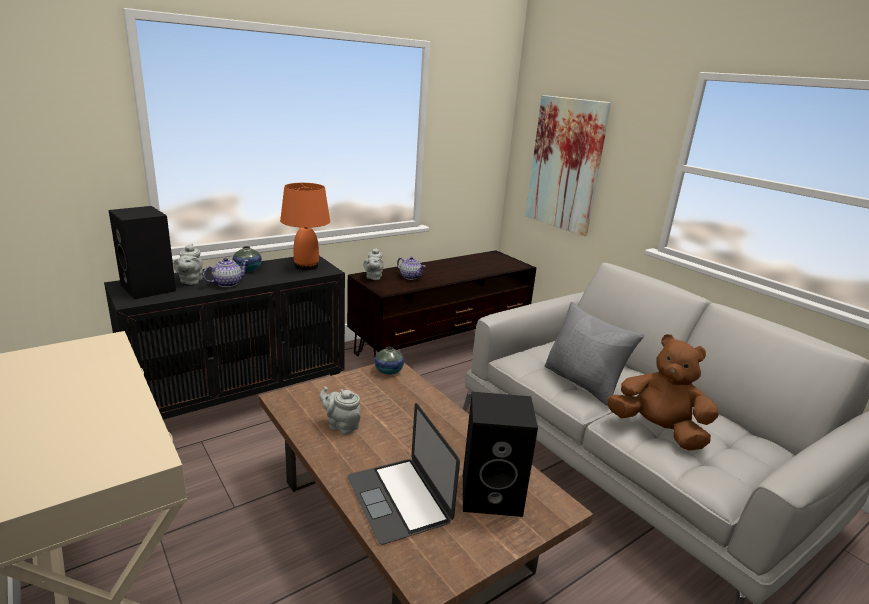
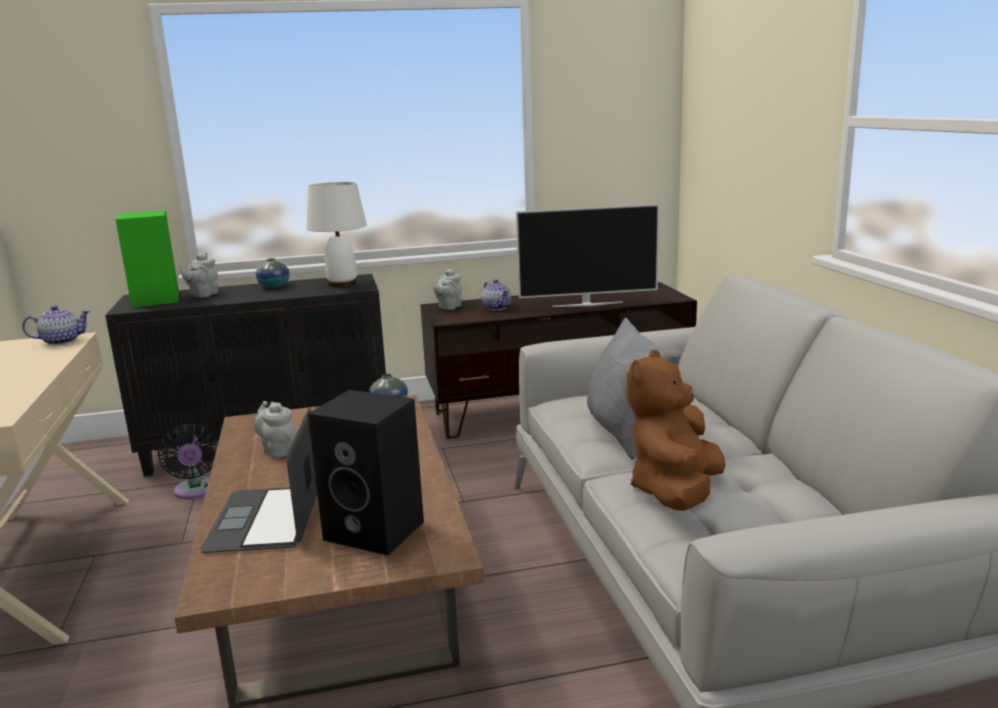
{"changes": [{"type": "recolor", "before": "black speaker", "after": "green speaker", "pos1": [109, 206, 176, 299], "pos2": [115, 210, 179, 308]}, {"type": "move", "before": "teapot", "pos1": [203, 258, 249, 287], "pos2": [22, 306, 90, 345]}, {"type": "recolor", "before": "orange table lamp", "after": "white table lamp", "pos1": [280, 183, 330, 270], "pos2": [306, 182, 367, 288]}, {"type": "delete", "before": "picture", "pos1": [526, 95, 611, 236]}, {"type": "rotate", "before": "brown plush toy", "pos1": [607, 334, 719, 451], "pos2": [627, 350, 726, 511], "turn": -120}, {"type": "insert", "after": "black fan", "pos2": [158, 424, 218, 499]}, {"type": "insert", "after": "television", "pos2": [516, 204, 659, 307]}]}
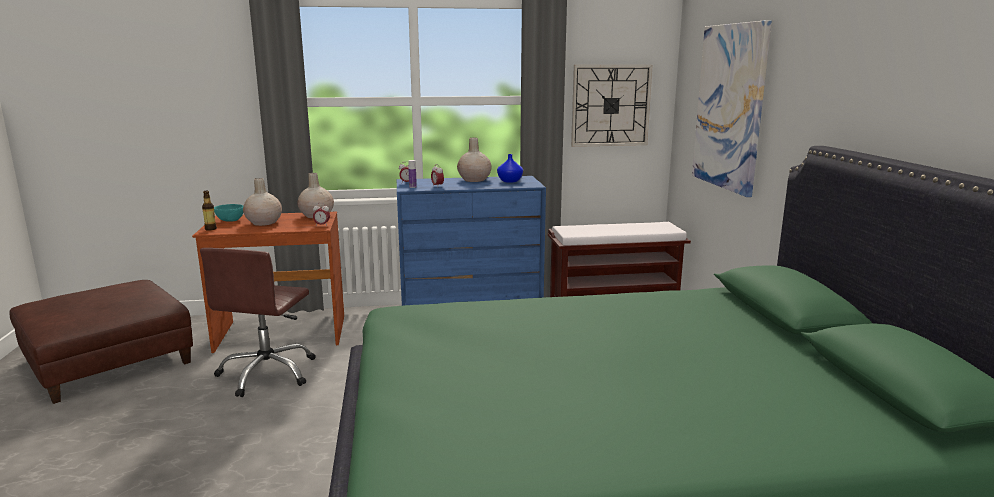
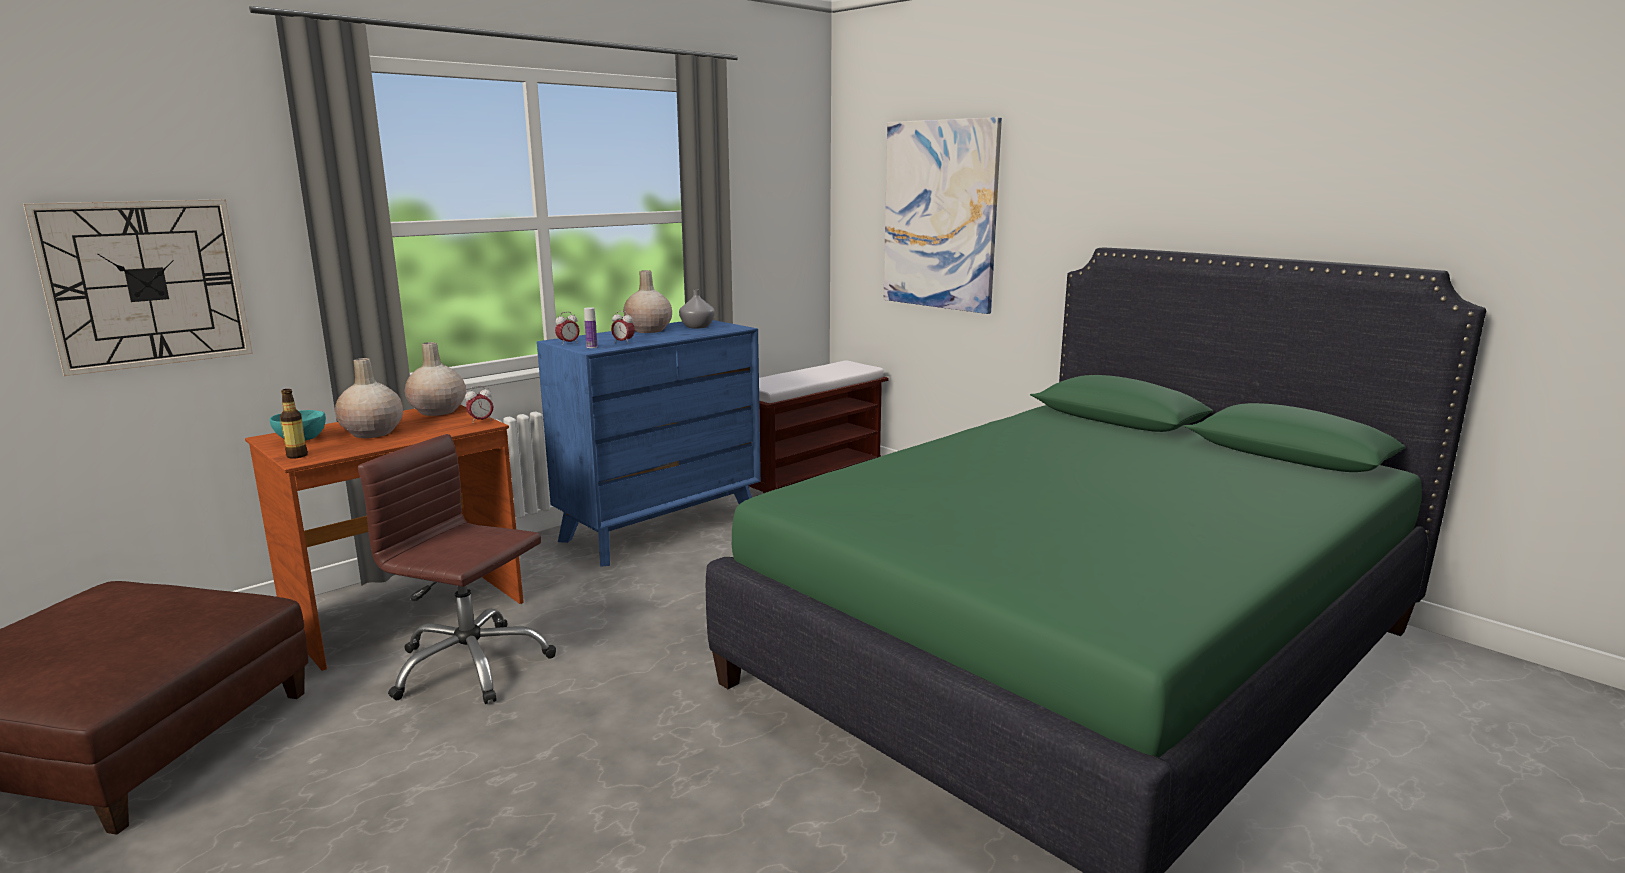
{"changes": [{"type": "rotate", "before": "brown office chair", "pos1": [200, 248, 316, 397], "pos2": [358, 434, 556, 704], "turn": 135}, {"type": "recolor", "before": "blue vase", "after": "grey vase", "pos1": [497, 154, 523, 183], "pos2": [679, 290, 715, 329]}, {"type": "move", "before": "wall clock", "pos1": [571, 65, 653, 147], "pos2": [23, 199, 253, 376]}]}
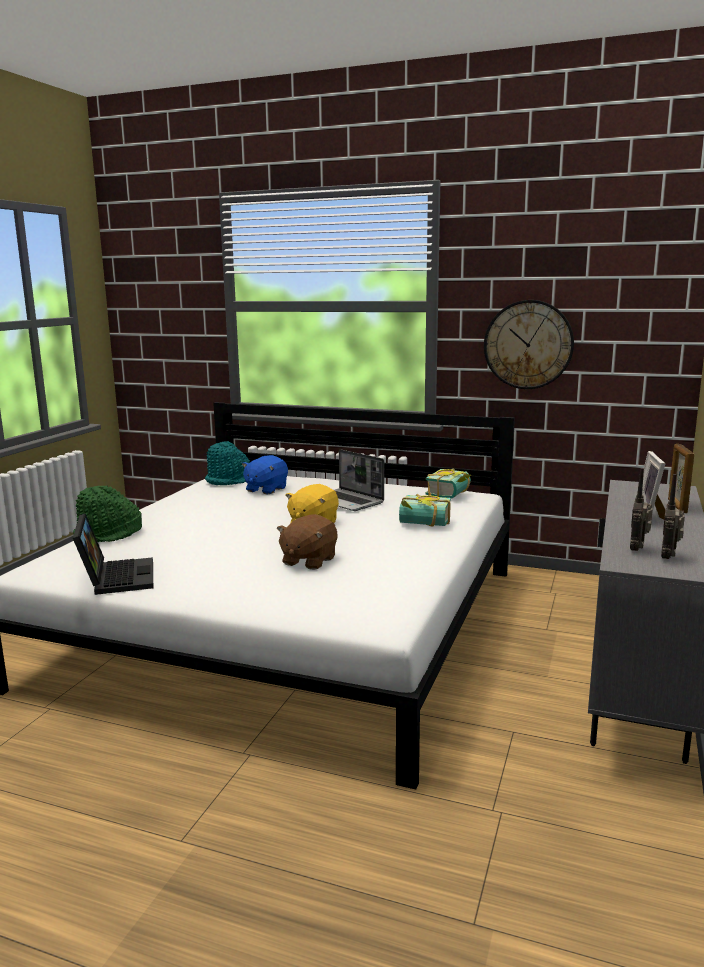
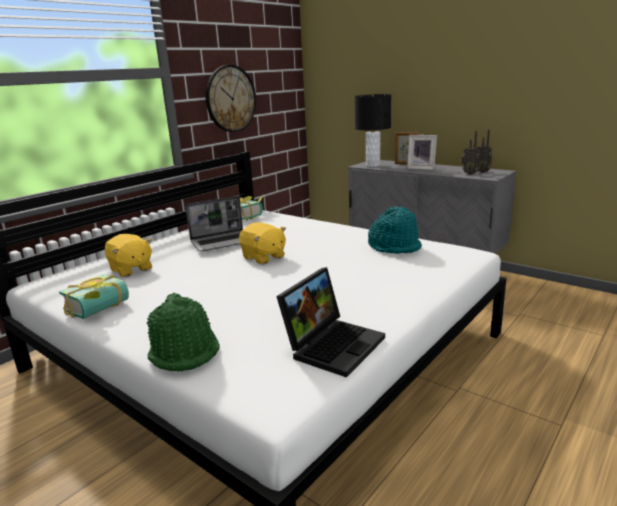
{"changes": [{"type": "rotate", "before": "laptop", "pos1": [73, 513, 153, 595], "pos2": [276, 267, 385, 378], "turn": 120}, {"type": "move", "before": "turquoise hat", "pos1": [205, 441, 250, 485], "pos2": [368, 206, 422, 254]}, {"type": "recolor", "before": "blue plush toy", "after": "yellow plush toy", "pos1": [242, 455, 288, 495], "pos2": [105, 234, 152, 277]}, {"type": "delete", "before": "brown plush toy", "pos1": [277, 514, 338, 570]}, {"type": "move", "before": "book", "pos1": [399, 494, 451, 526], "pos2": [59, 274, 129, 319]}, {"type": "insert", "after": "black table lamp", "pos2": [355, 94, 391, 167]}]}
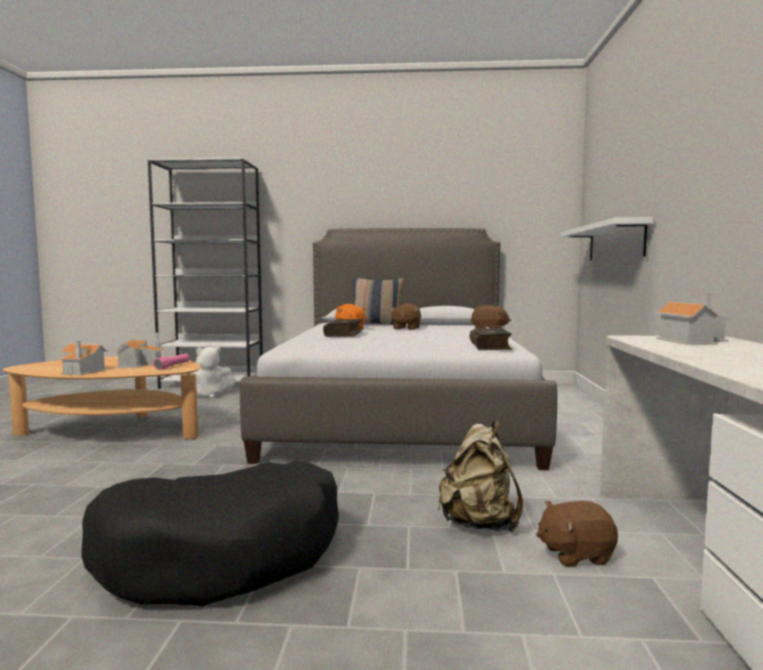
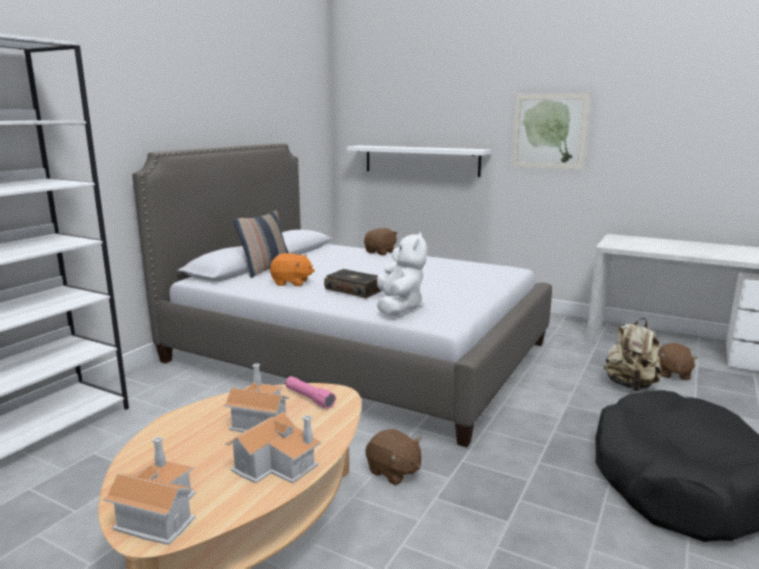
{"changes": [{"type": "move", "before": "white plush toy", "pos1": [191, 346, 236, 399], "pos2": [377, 232, 427, 316]}, {"type": "move", "before": "brown plush toy", "pos1": [390, 303, 421, 330], "pos2": [366, 429, 421, 485]}, {"type": "delete", "before": "book", "pos1": [470, 328, 512, 350]}, {"type": "move", "before": "toy house", "pos1": [654, 292, 732, 345], "pos2": [103, 437, 196, 545]}, {"type": "insert", "after": "picture", "pos2": [512, 93, 590, 170]}]}
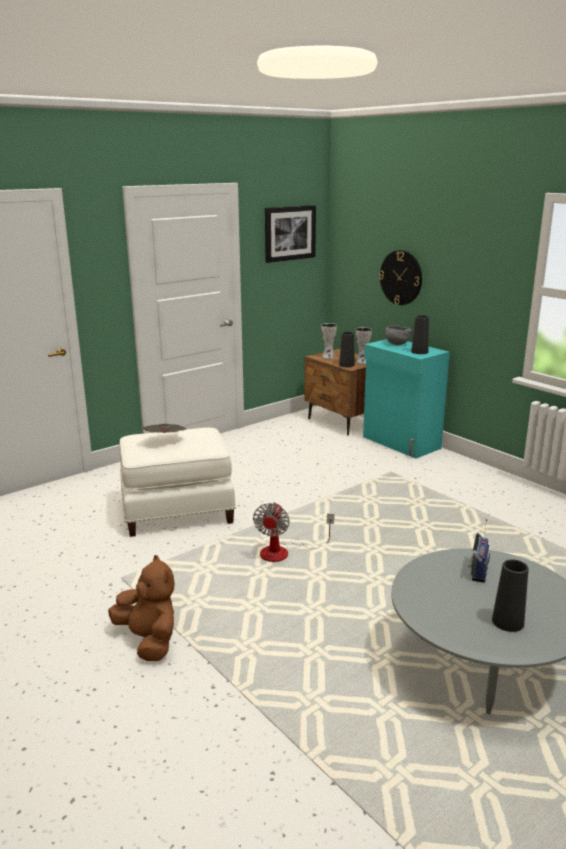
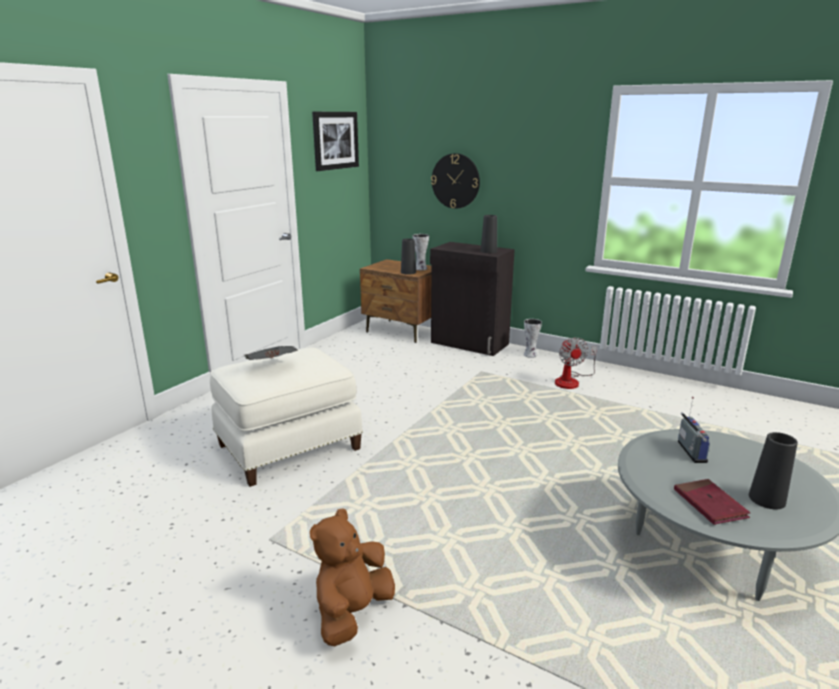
{"changes": [{"type": "rotate", "before": "brown plush toy", "pos1": [108, 555, 175, 661], "pos2": [310, 508, 395, 646], "turn": -90}, {"type": "move", "before": "fan", "pos1": [253, 502, 334, 562], "pos2": [555, 337, 597, 389]}, {"type": "move", "before": "vase", "pos1": [321, 323, 337, 359], "pos2": [524, 319, 542, 358]}, {"type": "recolor", "before": "turquoise cabinet", "after": "black cabinet", "pos1": [363, 339, 450, 459], "pos2": [430, 242, 515, 356]}, {"type": "delete", "before": "grey bowl", "pos1": [385, 325, 411, 345]}, {"type": "insert", "after": "red book", "pos2": [674, 479, 750, 525]}]}
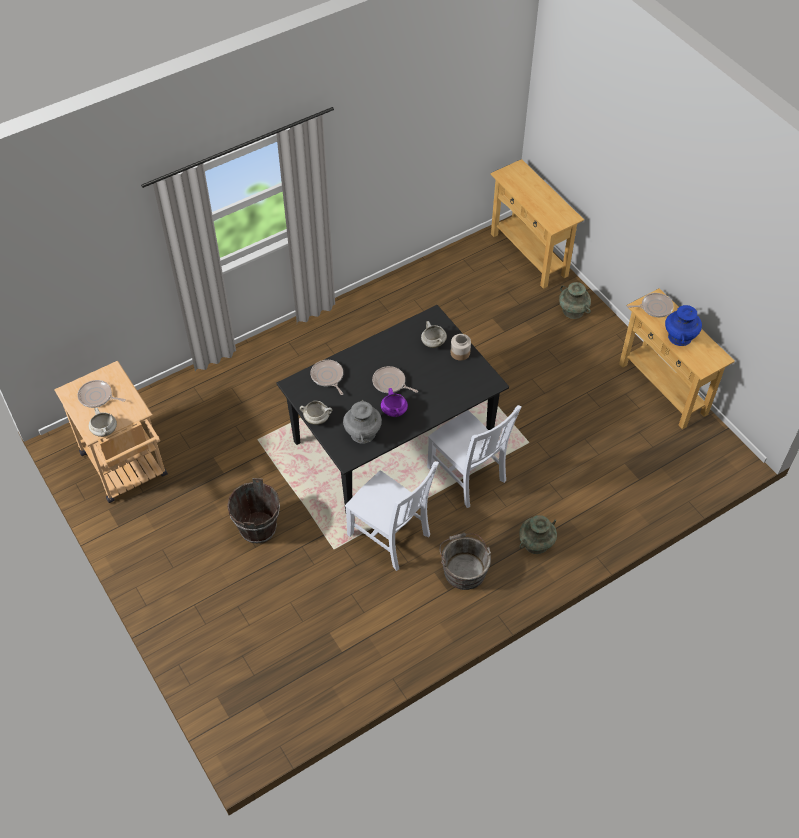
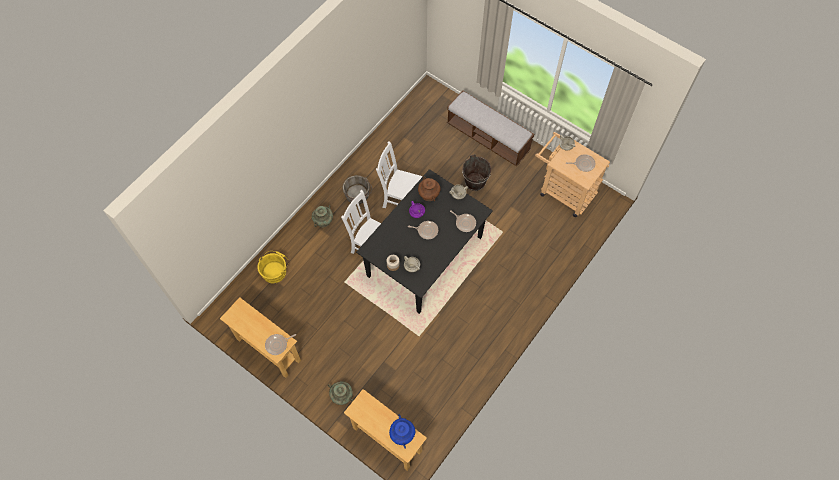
{"changes": [{"type": "recolor", "before": "grey vase", "after": "brown vase", "pos1": [343, 400, 382, 444], "pos2": [418, 176, 441, 201]}, {"type": "move", "before": "blue vase", "pos1": [665, 305, 702, 346], "pos2": [389, 414, 416, 449]}, {"type": "insert", "after": "yellow bucket", "pos2": [257, 251, 289, 283]}, {"type": "insert", "after": "bench", "pos2": [447, 90, 534, 166]}]}
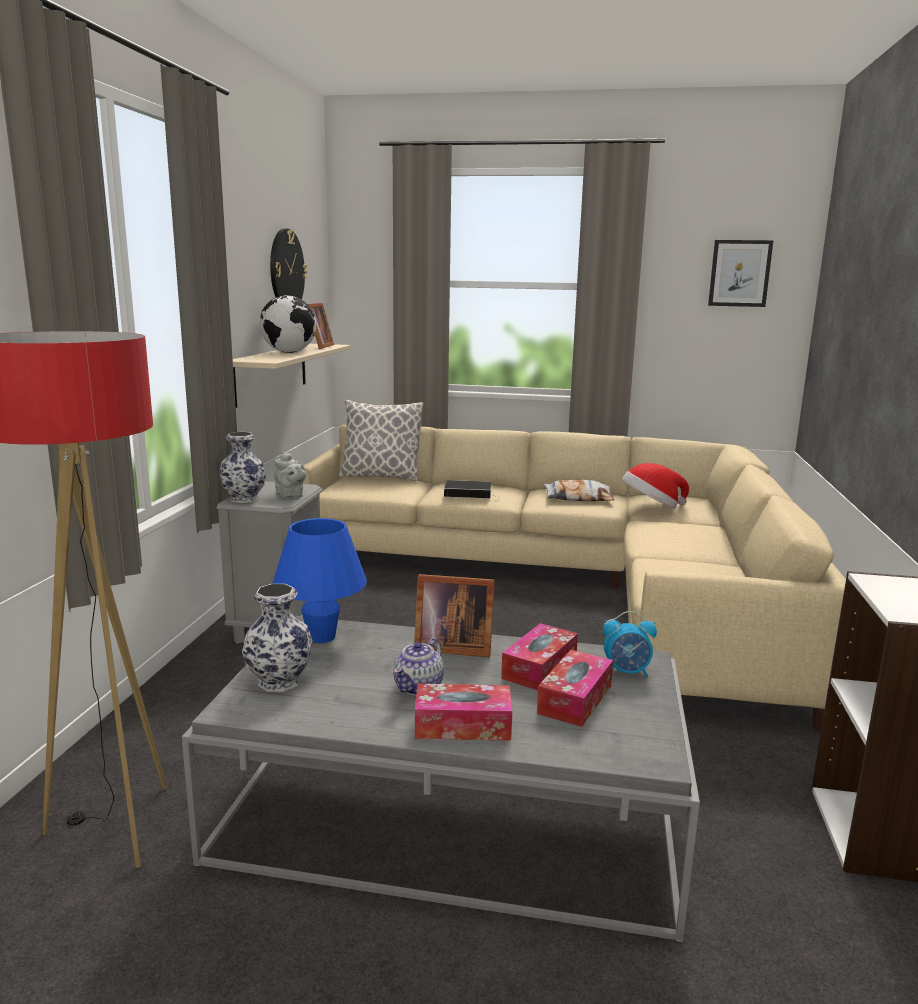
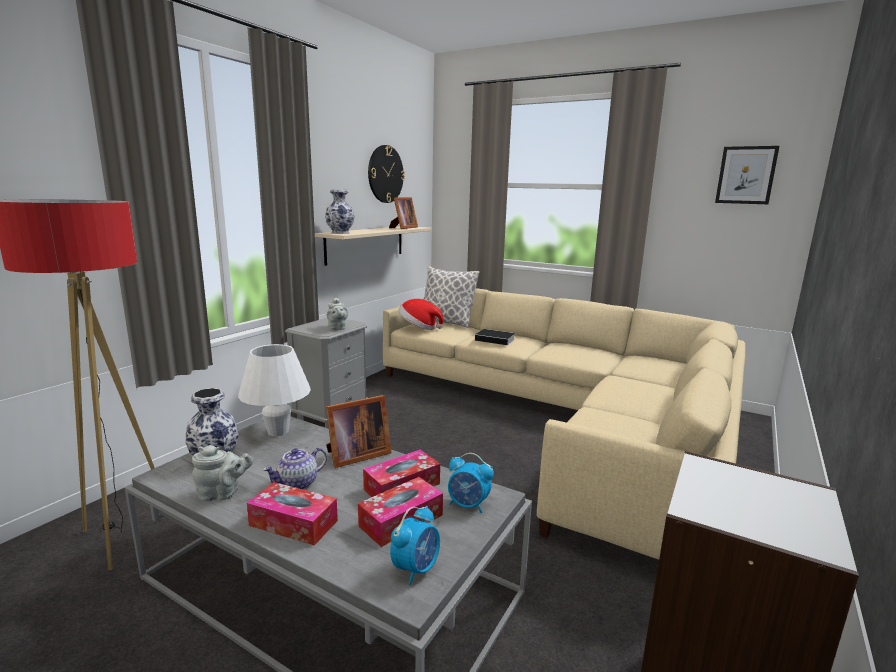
{"changes": [{"type": "move", "before": "vase", "pos1": [219, 432, 266, 503], "pos2": [325, 189, 354, 234]}, {"type": "delete", "before": "globe", "pos1": [259, 295, 316, 353]}, {"type": "recolor", "before": "blue table lamp", "after": "white table lamp", "pos1": [272, 518, 367, 643], "pos2": [238, 344, 311, 436]}, {"type": "rotate", "before": "picture frame", "pos1": [414, 574, 495, 657], "pos2": [326, 395, 392, 468], "turn": -60}, {"type": "delete", "before": "pillow", "pos1": [543, 480, 614, 501]}, {"type": "move", "before": "hat", "pos1": [622, 463, 689, 509], "pos2": [399, 299, 443, 330]}, {"type": "insert", "after": "grey teapot", "pos2": [192, 445, 253, 502]}, {"type": "insert", "after": "alarm clock", "pos2": [390, 506, 440, 585]}]}
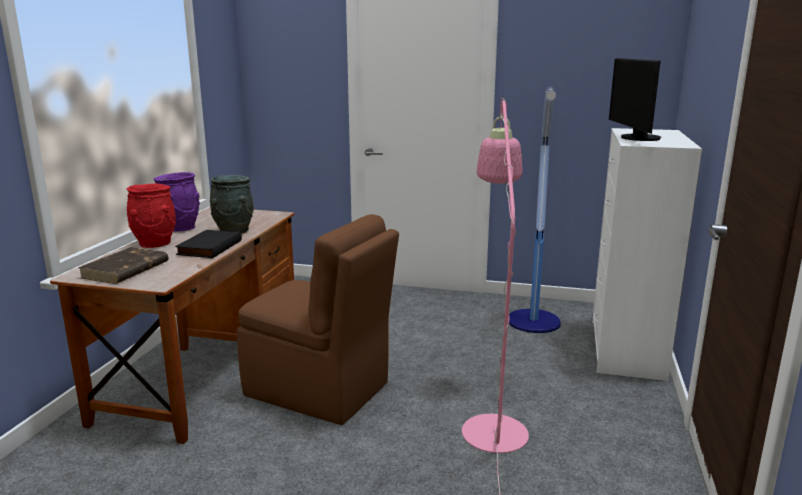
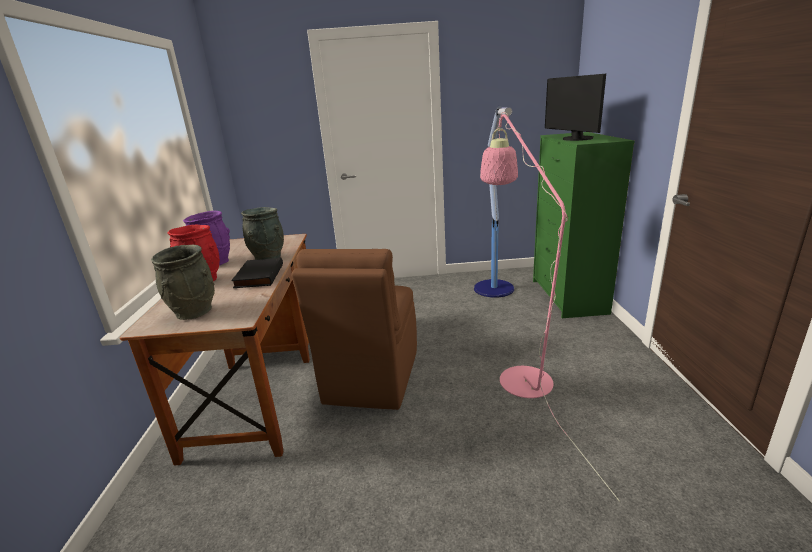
{"changes": [{"type": "replace", "before": "brown book", "after": "grey vase", "pos1": [78, 247, 169, 284], "pos2": [151, 245, 215, 320]}, {"type": "rotate", "before": "brown chair", "pos1": [237, 214, 399, 425], "pos2": [292, 249, 417, 410], "turn": 90}, {"type": "recolor", "before": "white dresser", "after": "green dresser", "pos1": [592, 128, 702, 381], "pos2": [533, 132, 635, 318]}]}
